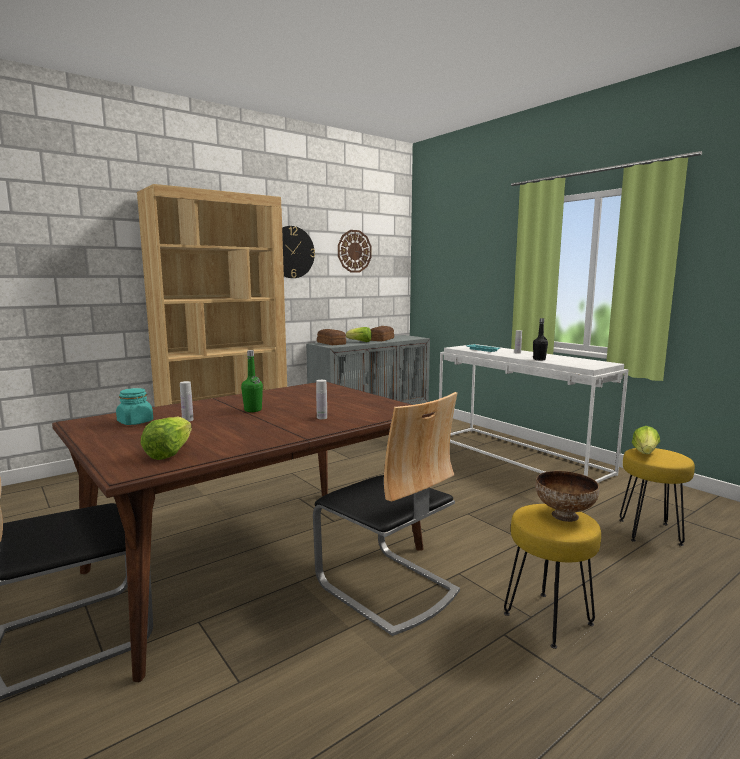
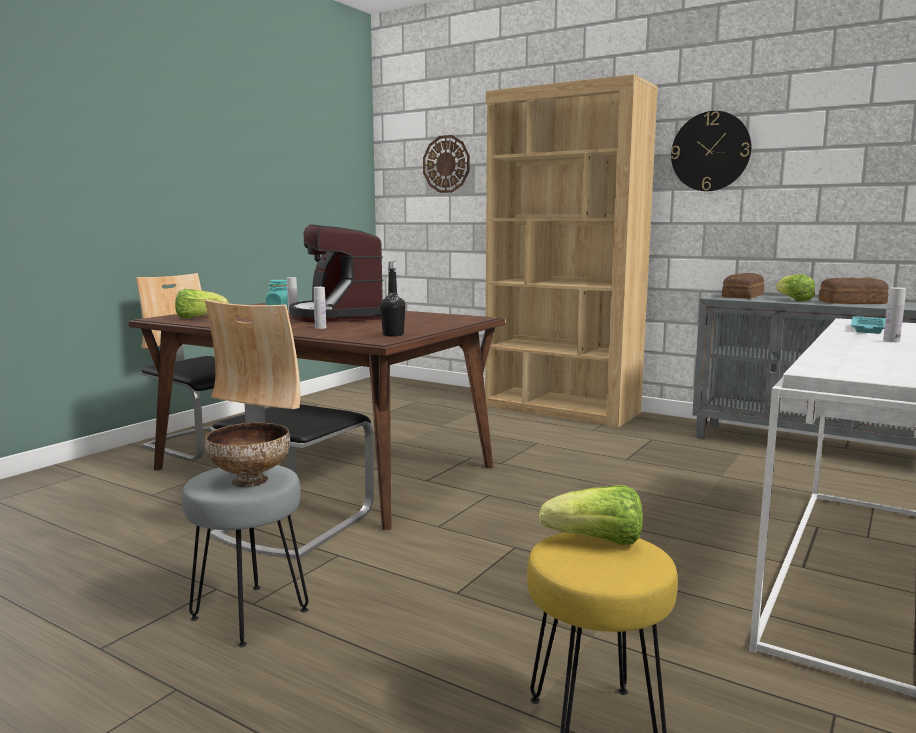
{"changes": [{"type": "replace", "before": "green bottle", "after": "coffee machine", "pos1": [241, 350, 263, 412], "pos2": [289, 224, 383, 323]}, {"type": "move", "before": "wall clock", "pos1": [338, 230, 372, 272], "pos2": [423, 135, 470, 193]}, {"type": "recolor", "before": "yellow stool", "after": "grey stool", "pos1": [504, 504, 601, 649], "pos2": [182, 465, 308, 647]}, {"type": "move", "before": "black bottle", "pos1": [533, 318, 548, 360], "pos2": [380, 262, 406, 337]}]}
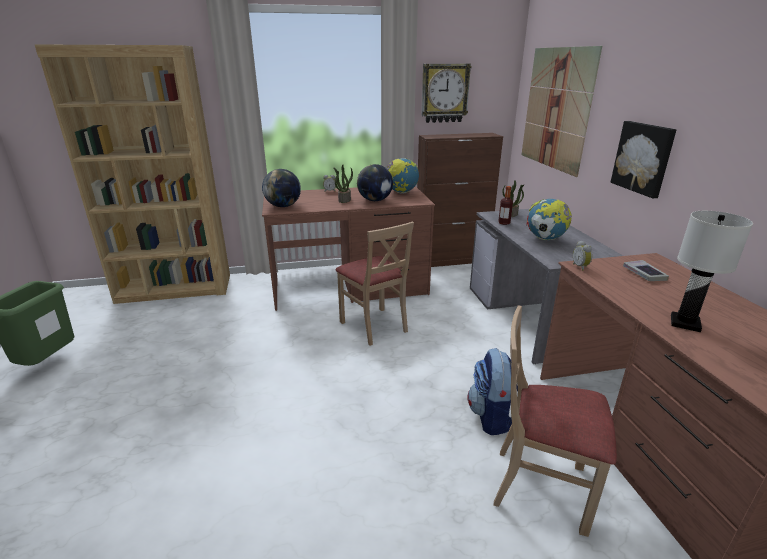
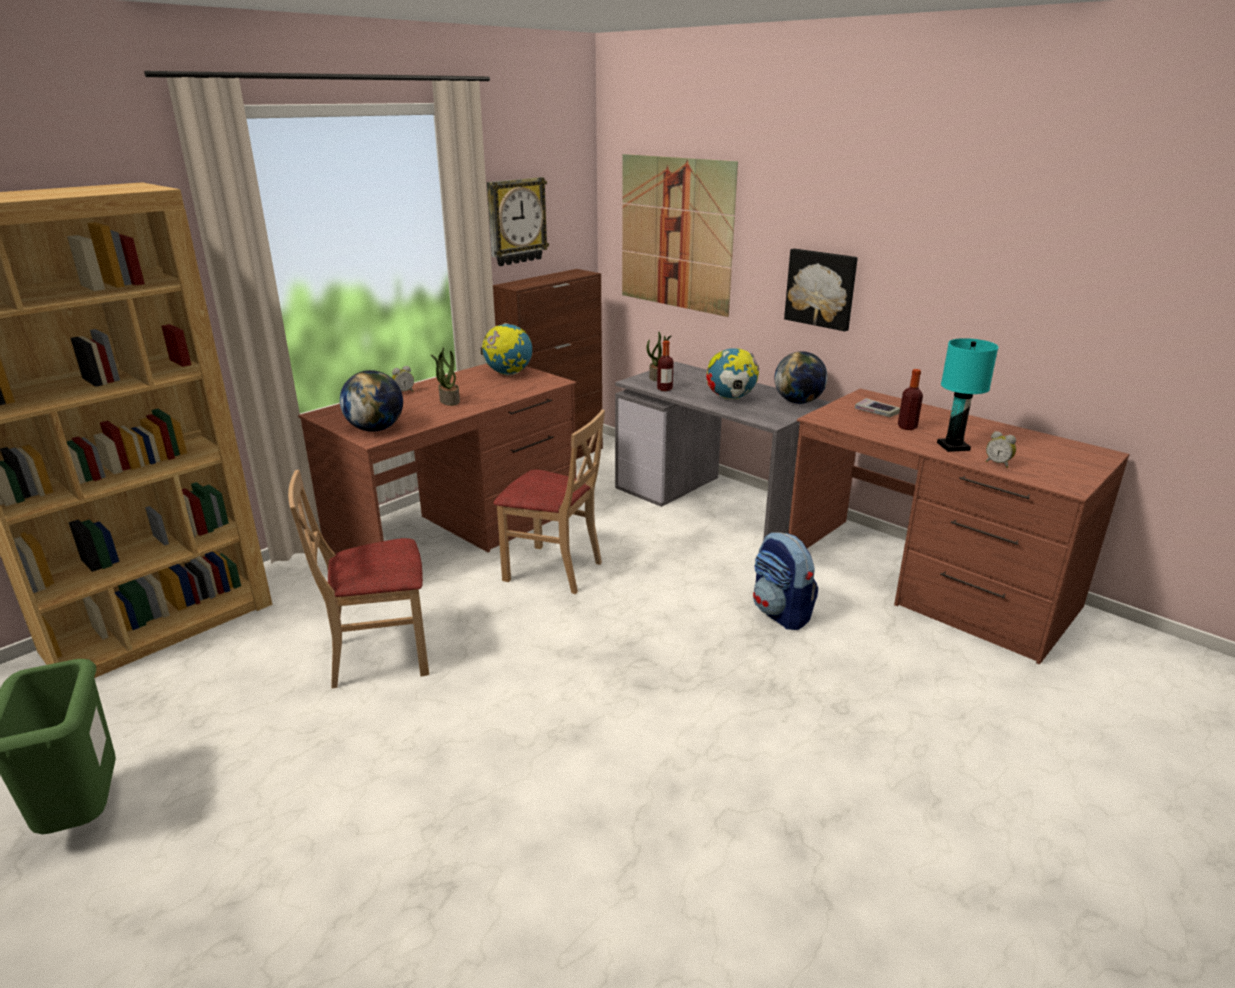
{"changes": [{"type": "move", "before": "globe", "pos1": [357, 164, 393, 201], "pos2": [775, 351, 828, 404]}, {"type": "move", "before": "beige chair", "pos1": [493, 306, 617, 537], "pos2": [288, 470, 429, 689]}, {"type": "move", "before": "alarm clock", "pos1": [573, 241, 592, 271], "pos2": [986, 431, 1016, 468]}, {"type": "recolor", "before": "white table lamp", "after": "turquoise table lamp", "pos1": [671, 211, 753, 332], "pos2": [937, 338, 998, 452]}, {"type": "insert", "after": "bottle", "pos2": [898, 369, 923, 430]}]}
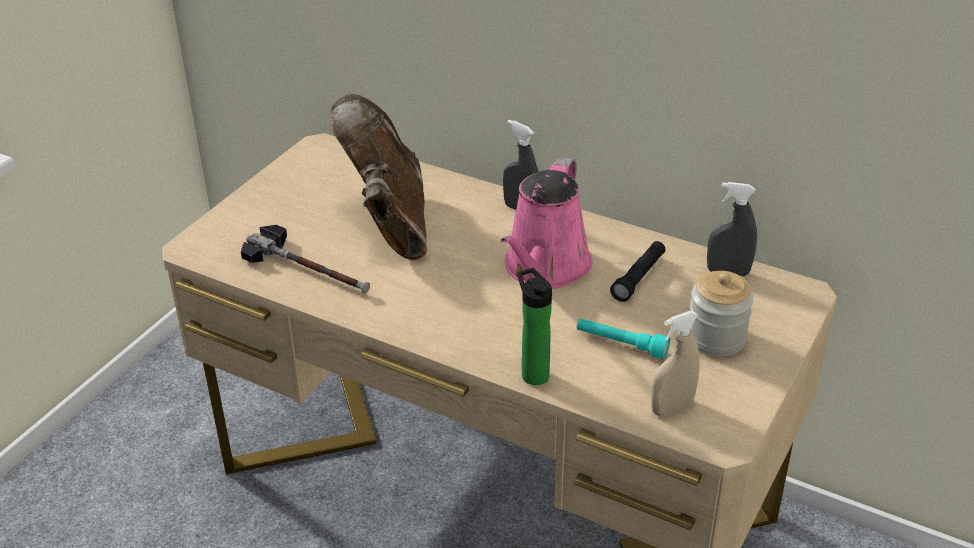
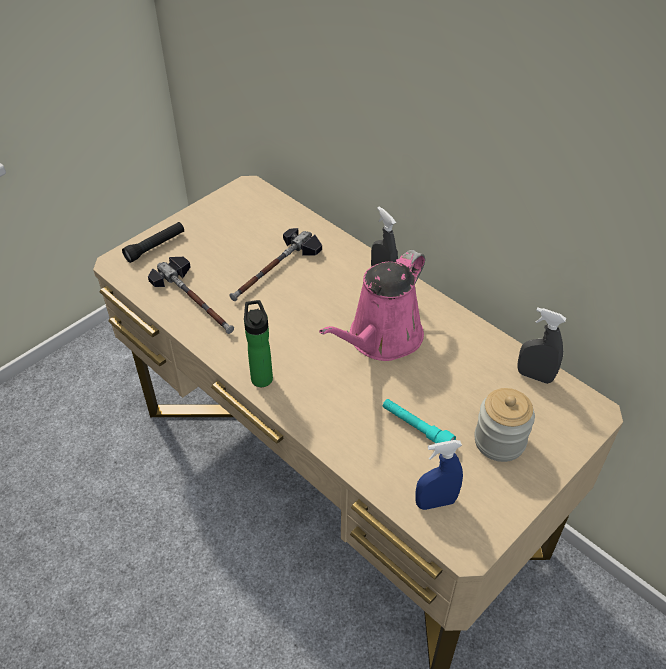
{"changes": [{"type": "replace", "before": "brown boot", "after": "hammer", "pos1": [330, 94, 427, 260], "pos2": [230, 228, 322, 301]}, {"type": "move", "before": "bottle", "pos1": [517, 268, 552, 385], "pos2": [244, 300, 273, 387]}, {"type": "move", "before": "black flashlight", "pos1": [610, 241, 665, 302], "pos2": [122, 222, 184, 263]}, {"type": "recolor", "before": "beige spray bottle", "after": "blue spray bottle", "pos1": [651, 311, 700, 416], "pos2": [415, 440, 463, 510]}]}
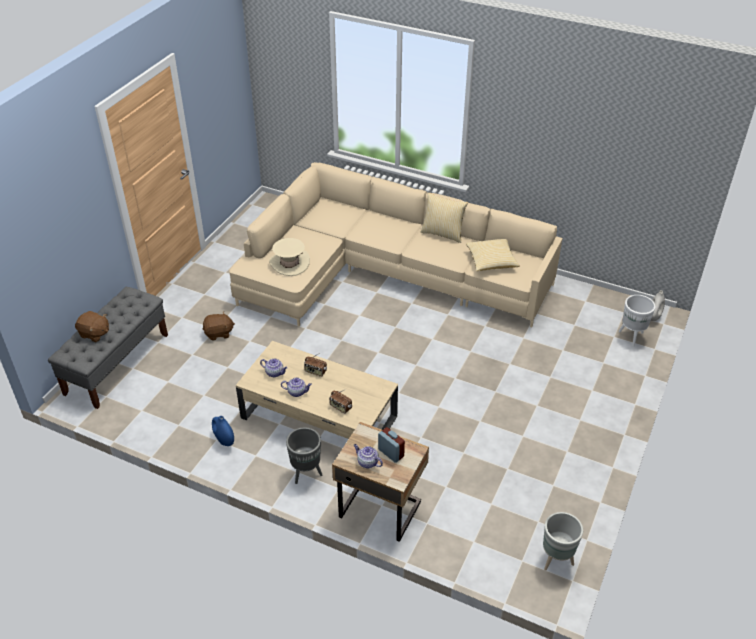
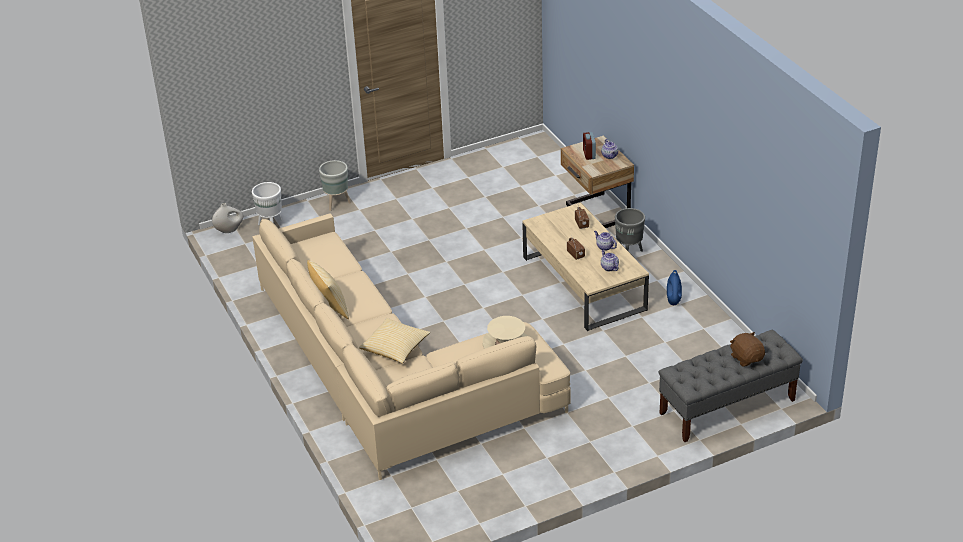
{"changes": [{"type": "delete", "before": "brown plush toy", "pos1": [203, 311, 235, 340]}, {"type": "move", "before": "pillow", "pos1": [466, 239, 520, 271], "pos2": [359, 318, 430, 363]}, {"type": "move", "before": "grey planter", "pos1": [543, 512, 583, 571], "pos2": [319, 160, 351, 211]}]}
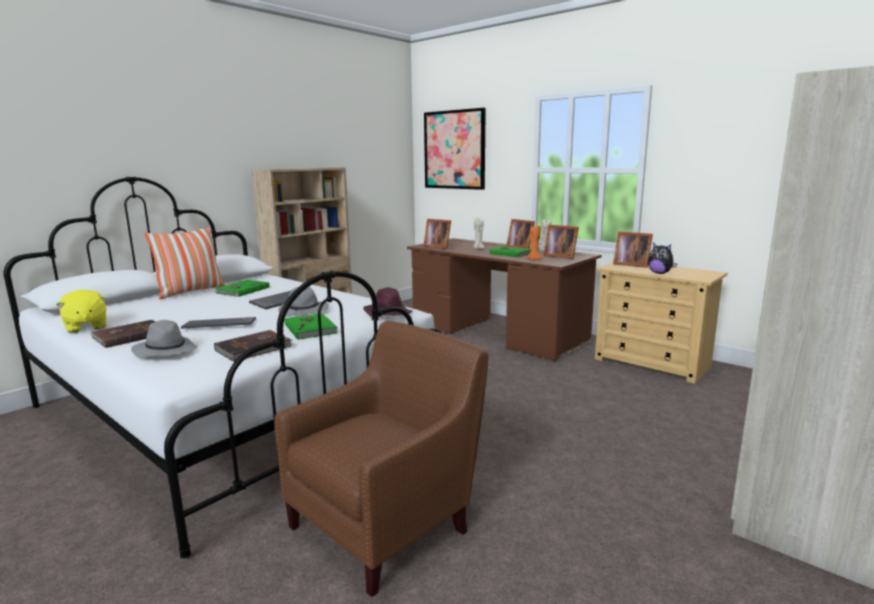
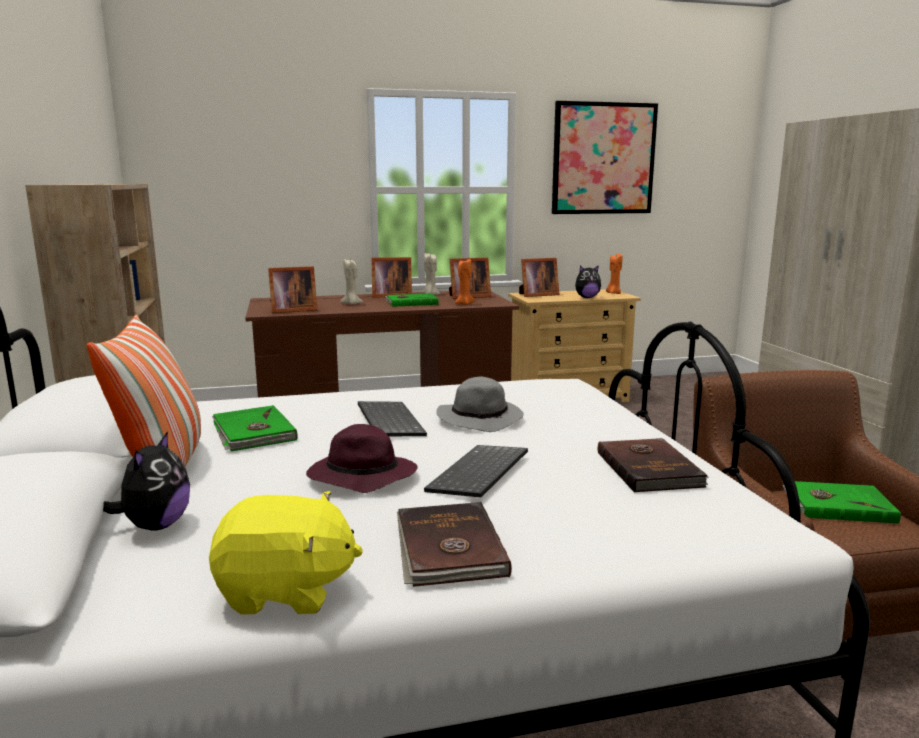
{"changes": [{"type": "delete", "before": "grey hat", "pos1": [131, 320, 197, 358]}, {"type": "move", "before": "green book", "pos1": [285, 313, 338, 340], "pos2": [782, 481, 901, 524]}, {"type": "move", "before": "purple hat", "pos1": [363, 287, 412, 317], "pos2": [306, 424, 417, 493]}, {"type": "move", "before": "picture", "pos1": [424, 108, 486, 190], "pos2": [552, 101, 658, 214]}, {"type": "insert", "after": "plush toy", "pos2": [103, 431, 190, 531]}, {"type": "insert", "after": "orange candle", "pos2": [606, 253, 622, 294]}]}
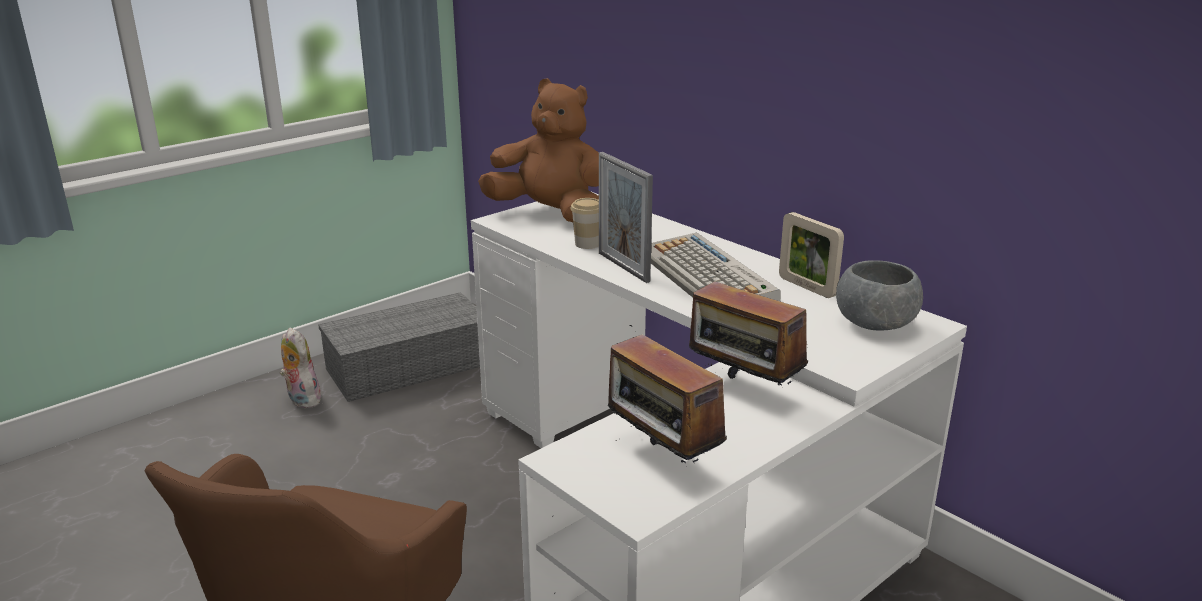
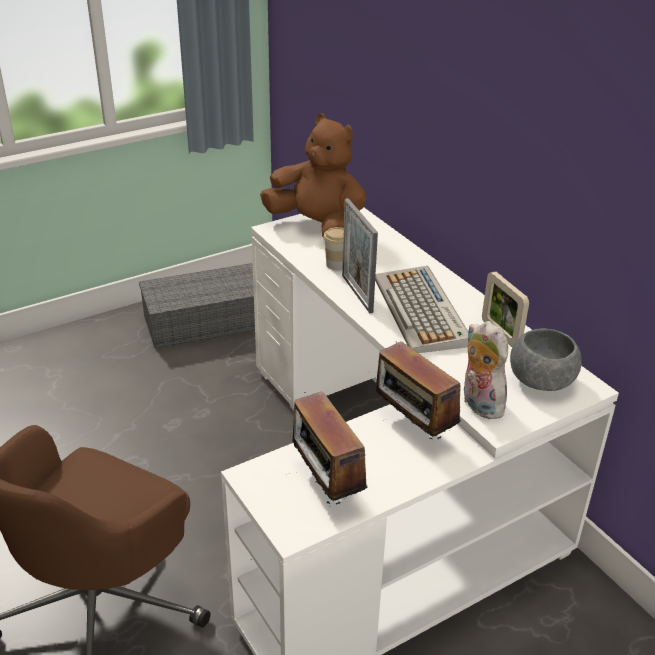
{"changes": [{"type": "move", "before": "plush toy", "pos1": [280, 328, 321, 408], "pos2": [464, 321, 508, 419]}]}
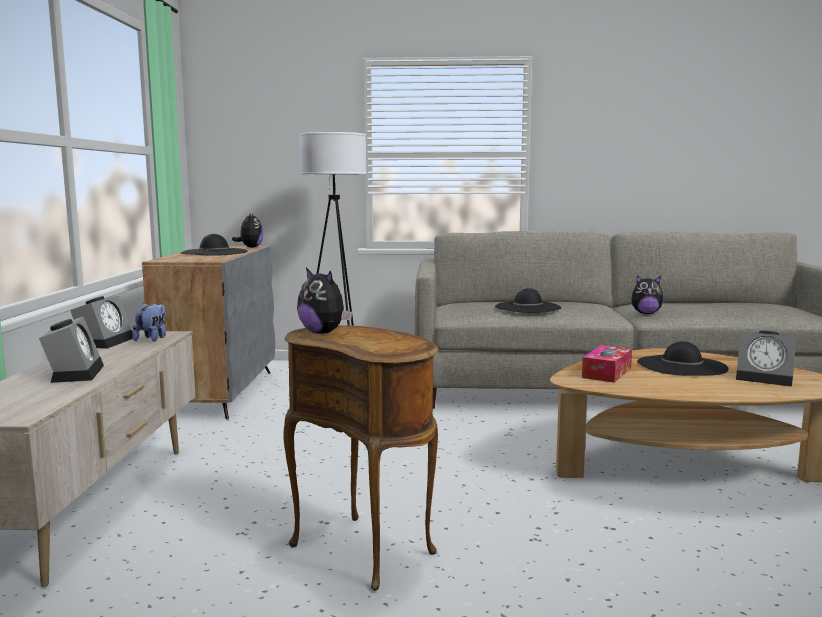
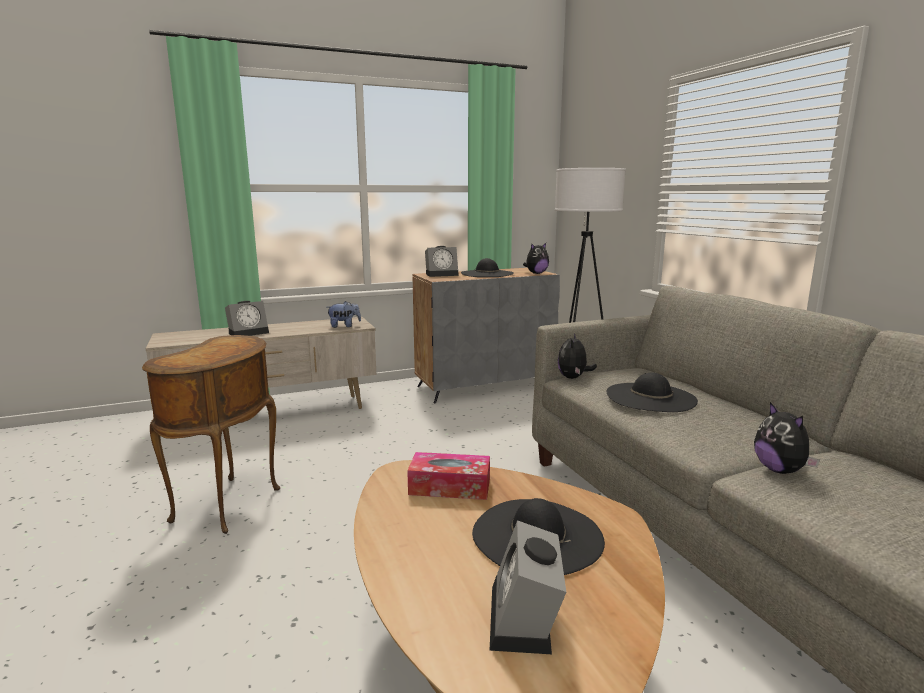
{"changes": [{"type": "move", "before": "alarm clock", "pos1": [70, 295, 133, 349], "pos2": [425, 246, 459, 277]}, {"type": "move", "before": "plush toy", "pos1": [297, 268, 352, 334], "pos2": [558, 333, 597, 379]}]}
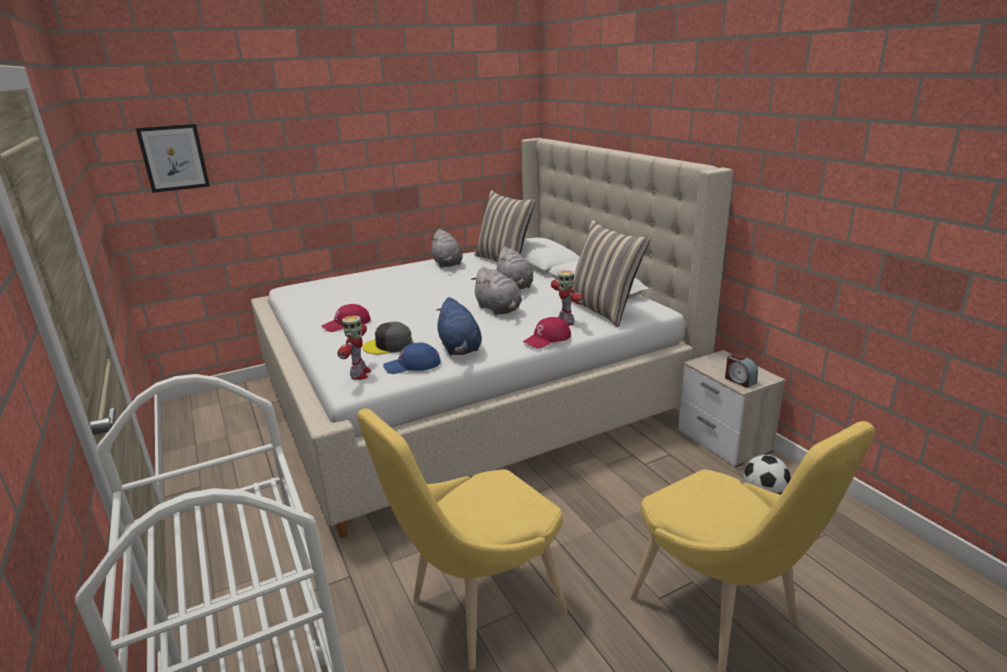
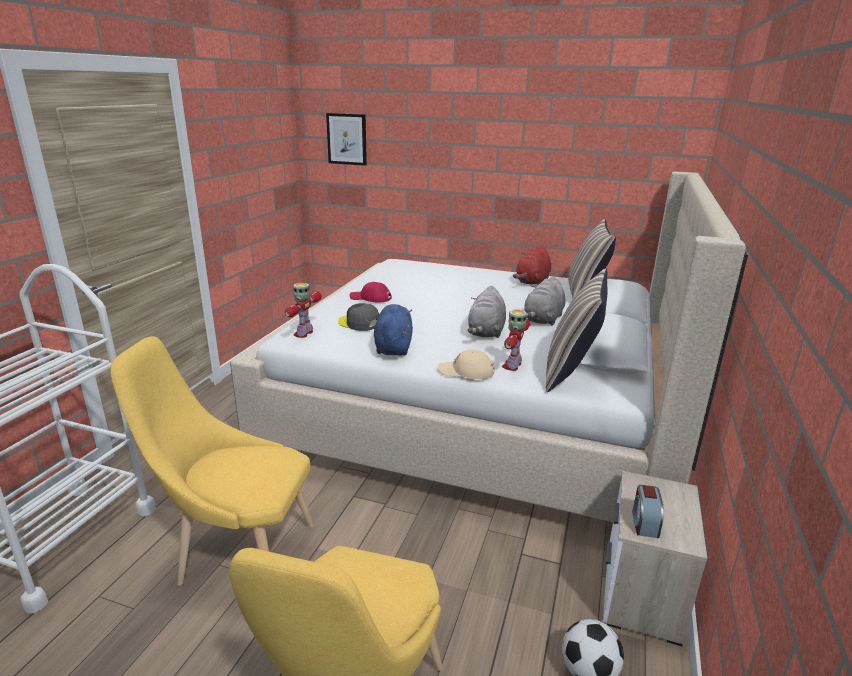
{"changes": [{"type": "rotate", "before": "toy robot", "pos1": [338, 316, 372, 380], "pos2": [285, 283, 322, 338], "turn": 150}, {"type": "delete", "before": "blue cap", "pos1": [383, 342, 441, 374]}, {"type": "recolor", "before": "grey plush toy", "after": "red plush toy", "pos1": [431, 229, 463, 268], "pos2": [513, 246, 551, 285]}, {"type": "rotate", "before": "blue plush toy", "pos1": [436, 297, 482, 355], "pos2": [374, 304, 413, 356], "turn": 150}, {"type": "recolor", "before": "red cap", "after": "beige cap", "pos1": [523, 317, 571, 348], "pos2": [438, 350, 495, 379]}]}
